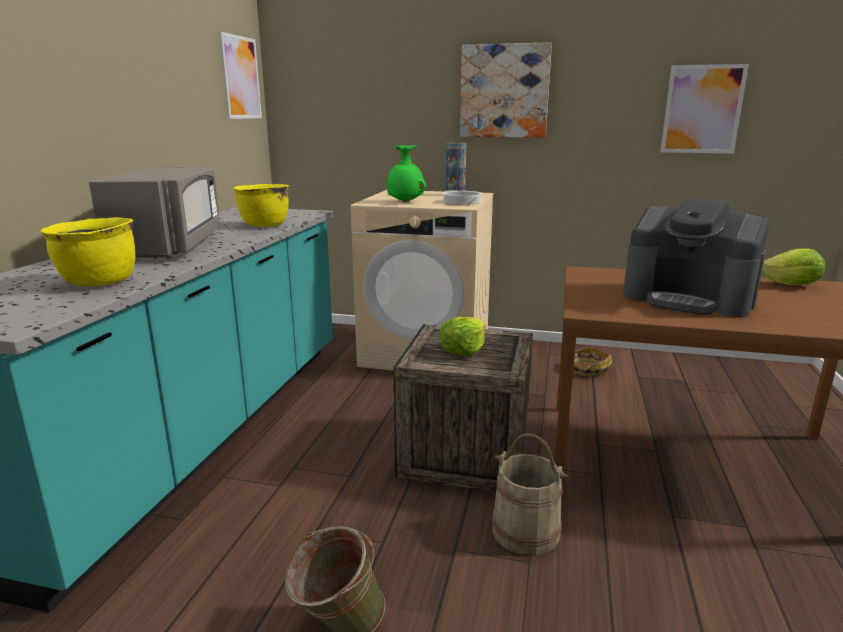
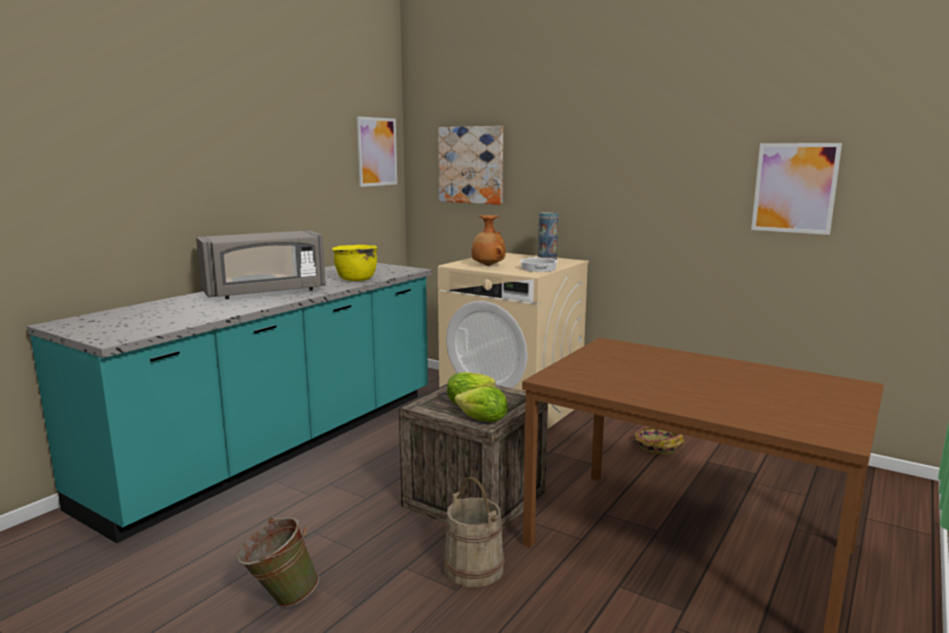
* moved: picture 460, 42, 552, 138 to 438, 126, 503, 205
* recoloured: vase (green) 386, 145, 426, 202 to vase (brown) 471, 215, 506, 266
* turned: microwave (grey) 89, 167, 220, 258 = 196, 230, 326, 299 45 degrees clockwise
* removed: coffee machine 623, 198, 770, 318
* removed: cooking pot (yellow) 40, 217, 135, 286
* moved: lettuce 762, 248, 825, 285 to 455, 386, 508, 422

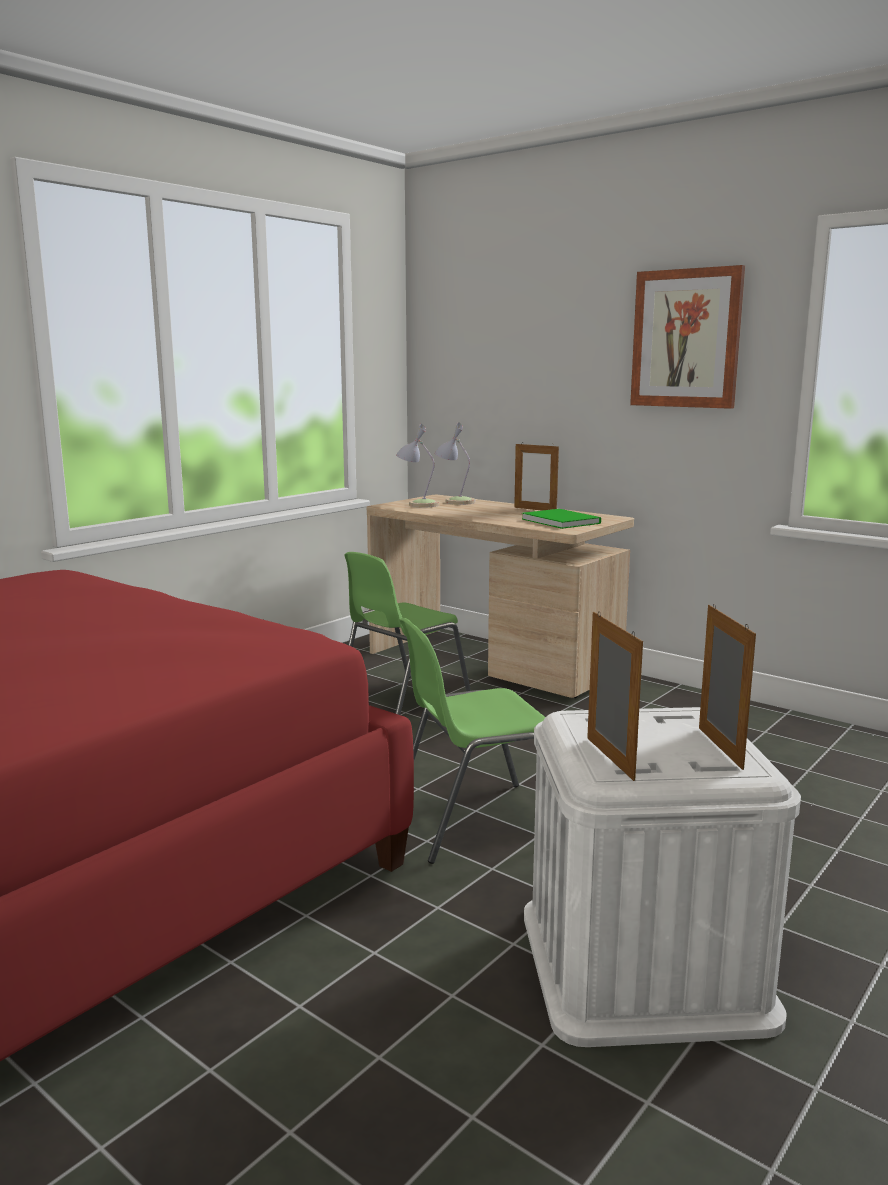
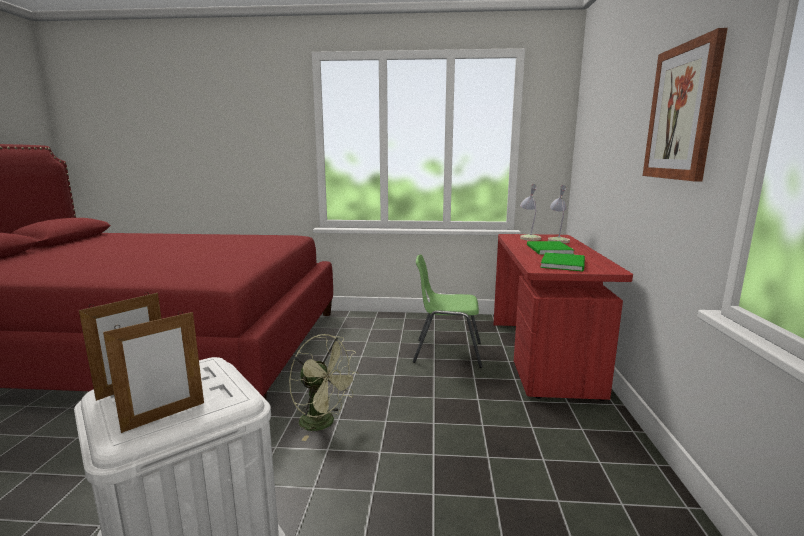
* removed: picture frame 514, 442, 559, 511
* recoloured: desk (beige) 367, 495, 634, 698 to desk (red) 493, 234, 633, 401
* replaced: chair (green) 399, 617, 546, 864 to fan (green) 289, 334, 359, 441
* added: book (green) 527, 241, 574, 255

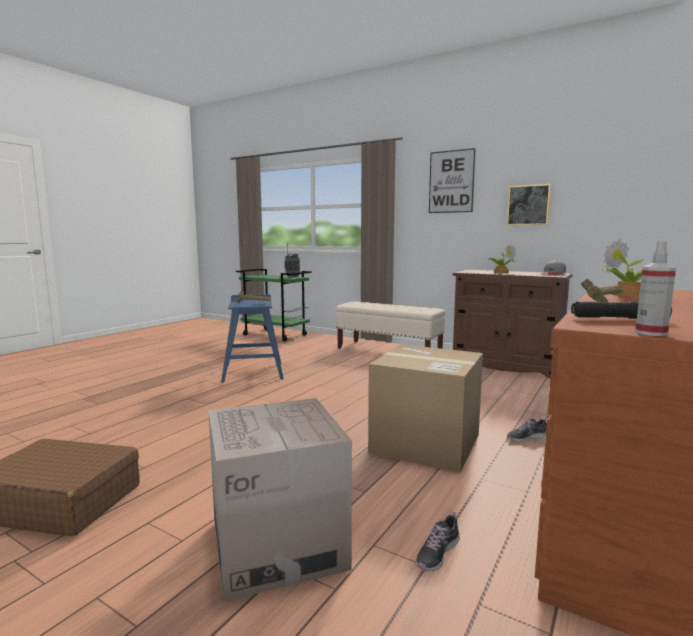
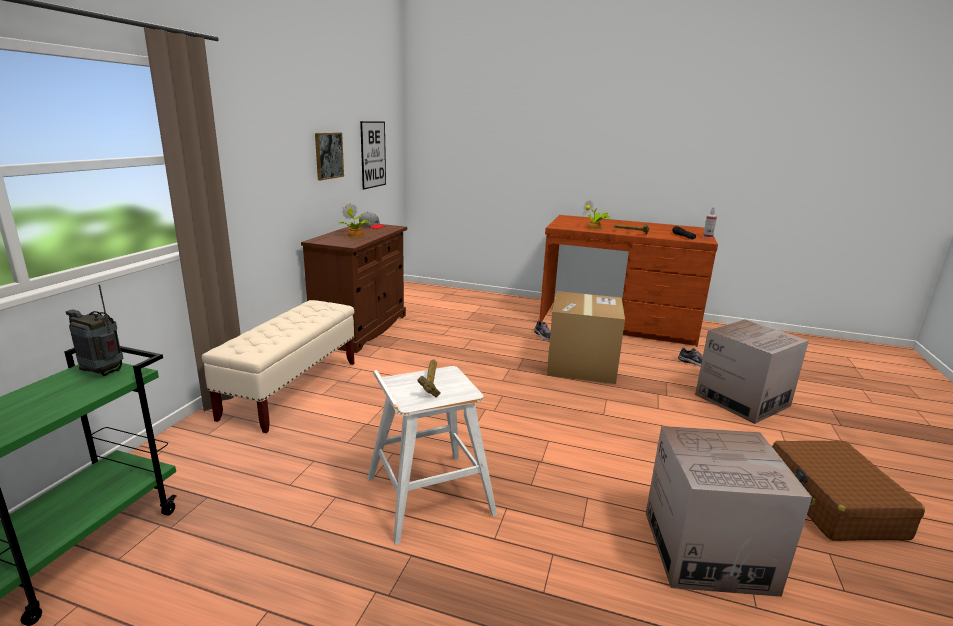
* moved: picture 429, 148, 476, 213 to 360, 121, 386, 189
* recoloured: stool (blue) 221, 294, 284, 383 to stool (white) 368, 366, 497, 545
* added: cardboard box 646, 426, 812, 597

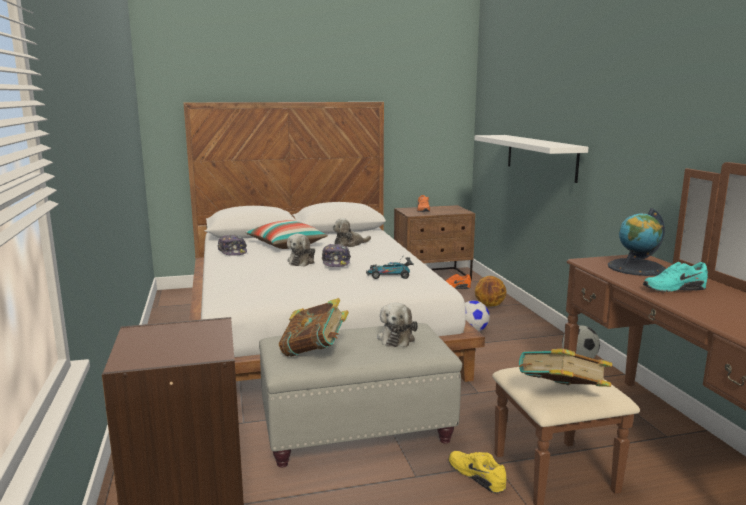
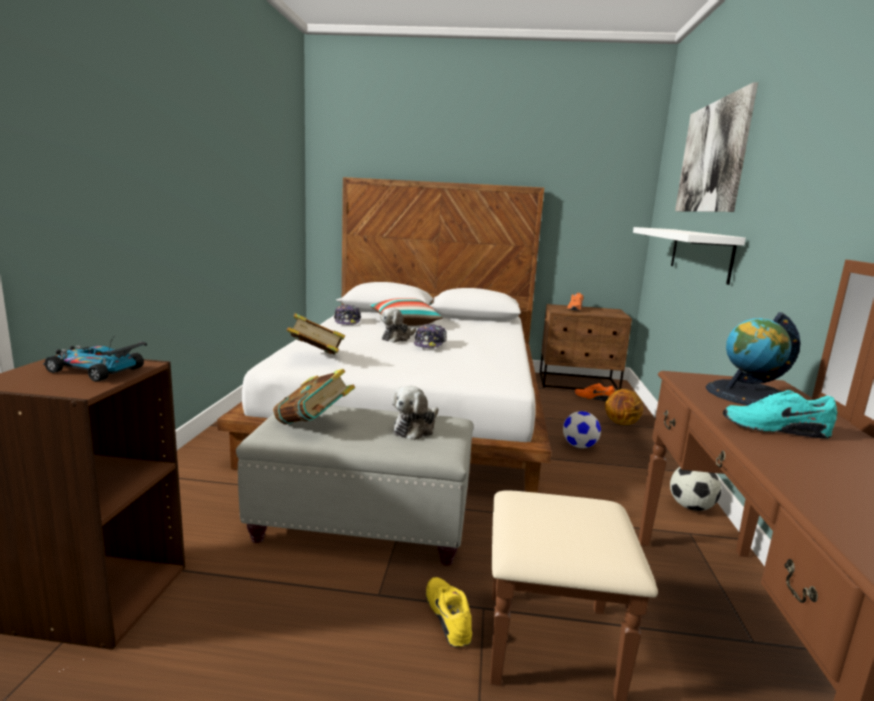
* removed: plush toy 333, 218, 371, 247
* moved: toy car 366, 257, 414, 279 to 43, 338, 147, 382
* moved: book 519, 349, 612, 387 to 287, 313, 345, 355
* added: picture 675, 82, 758, 212

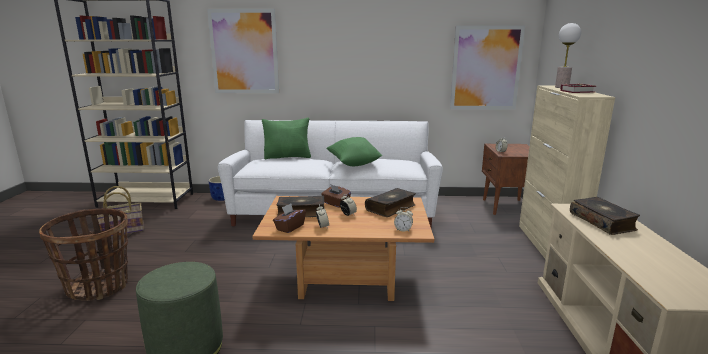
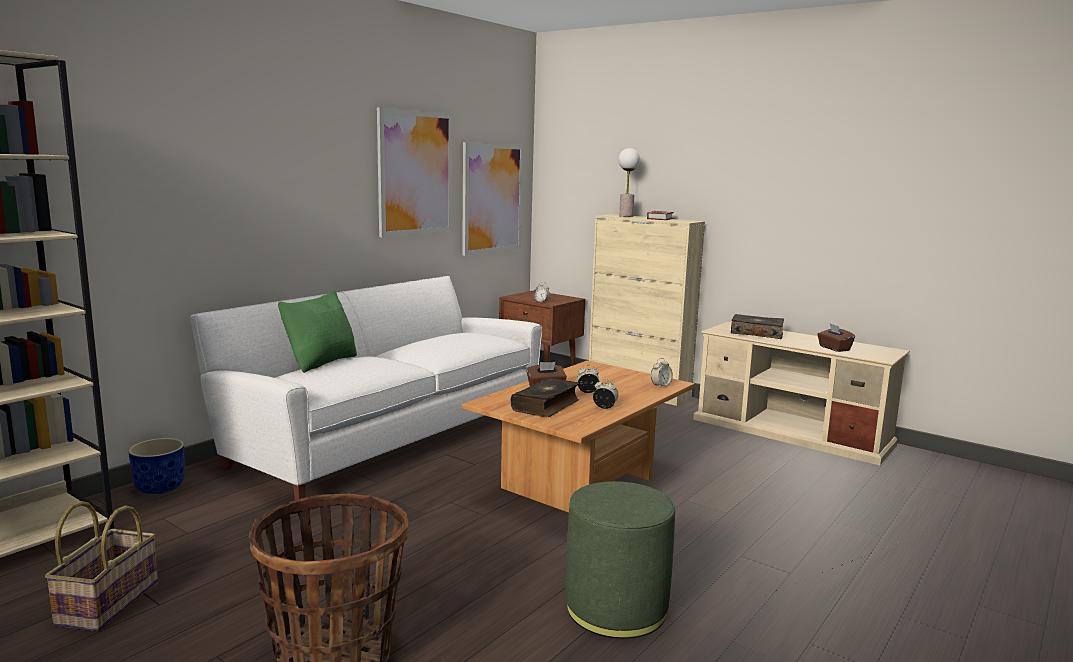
* moved: picture 207, 9, 279, 93 to 377, 107, 453, 237
* removed: pillow (green) 326, 137, 383, 166
* removed: book 365, 188, 416, 217
* moved: tissue box (brown) 273, 203, 306, 233 to 817, 324, 855, 352

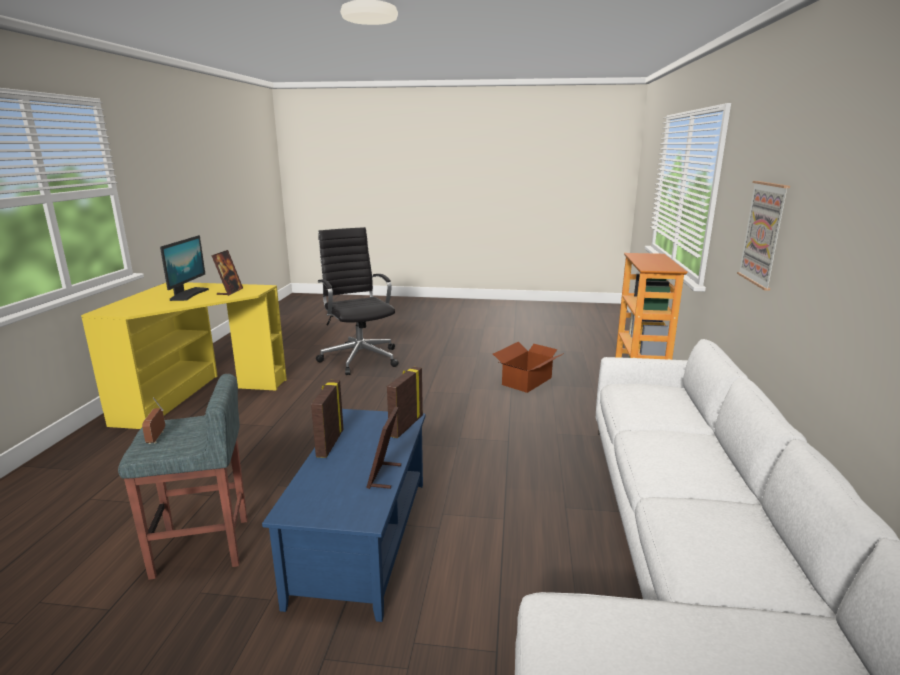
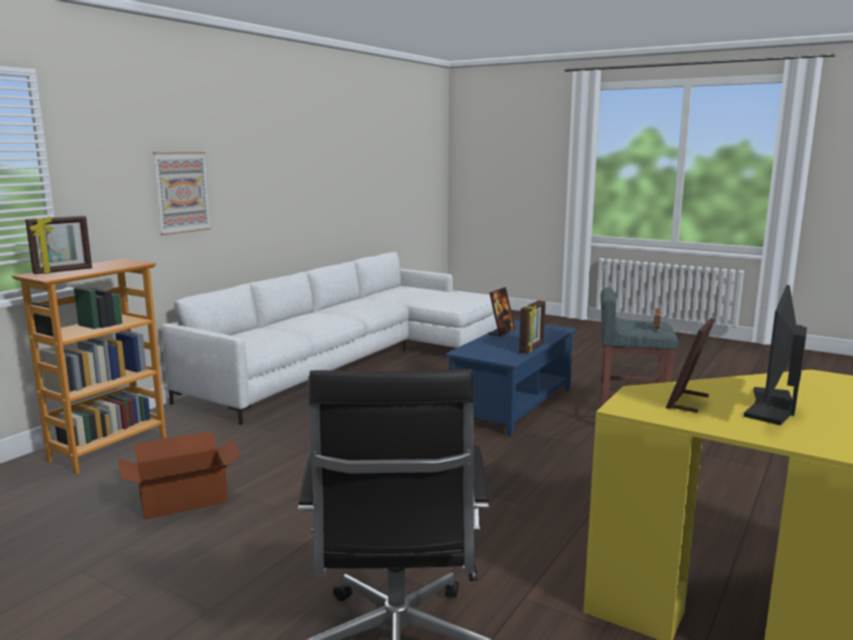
* moved: picture frame 387, 366, 423, 438 to 25, 216, 92, 274

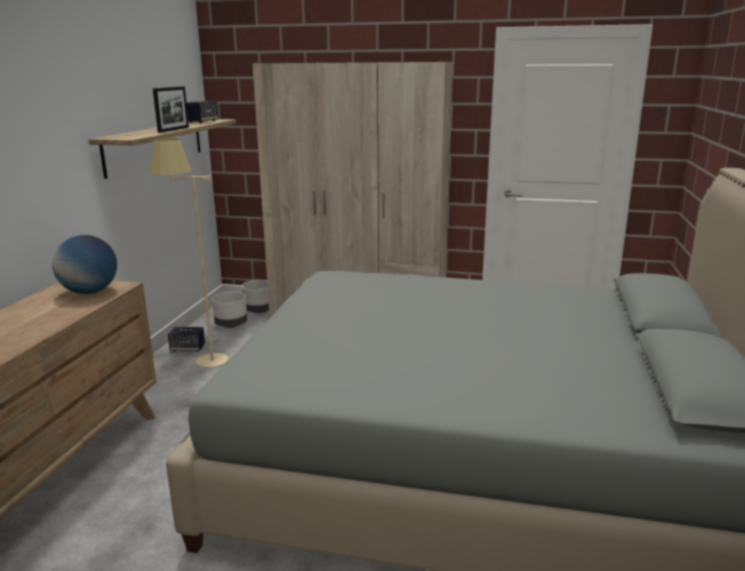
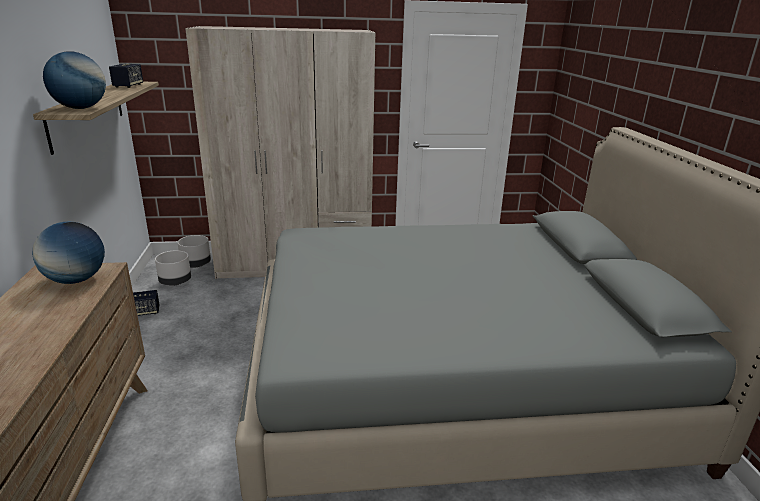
* removed: picture frame 153, 86, 189, 133
* removed: floor lamp (beige) 150, 138, 228, 368
* added: globe 43, 51, 106, 109

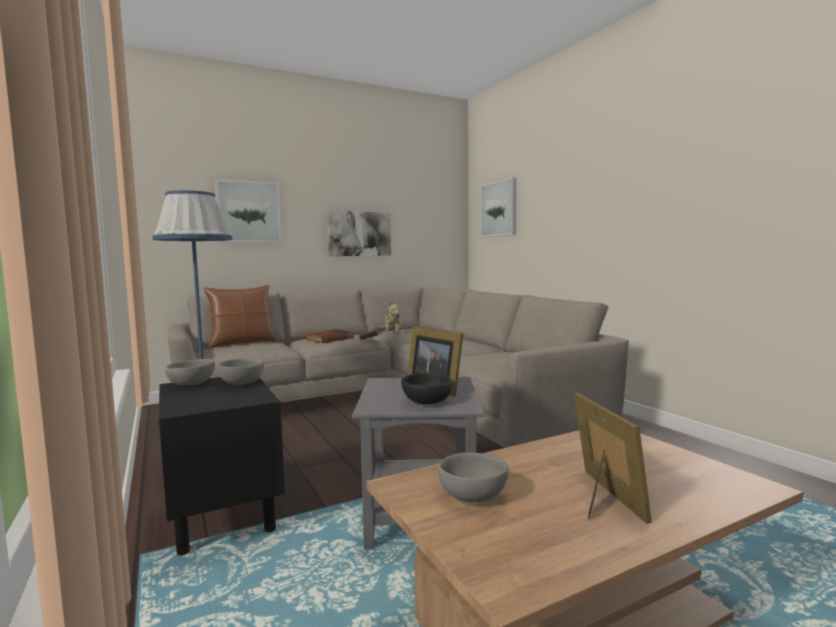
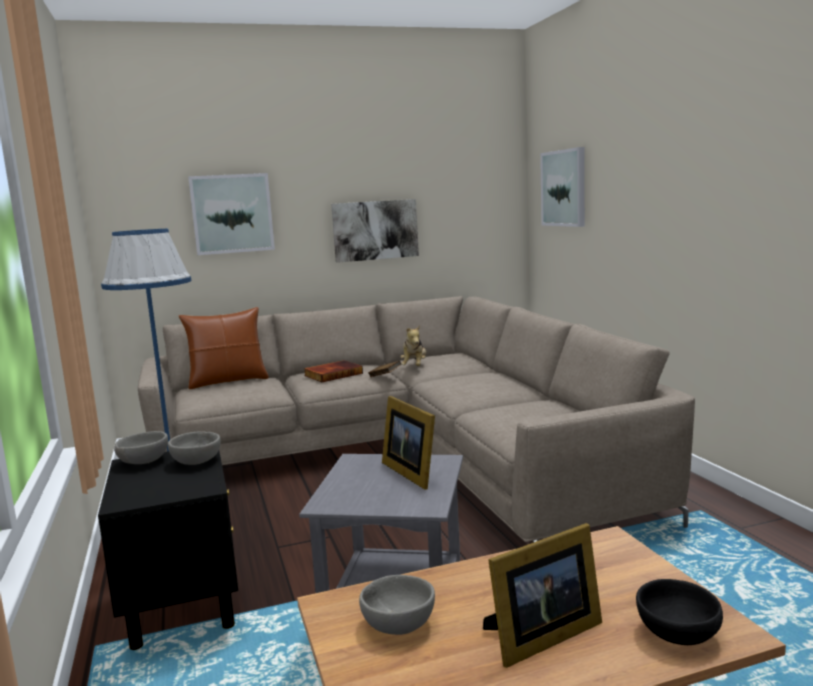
* moved: bowl (black) 401, 373, 452, 404 to 636, 579, 723, 645
* turned: picture frame 574, 393, 651, 524 = 483, 523, 602, 668 60 degrees clockwise

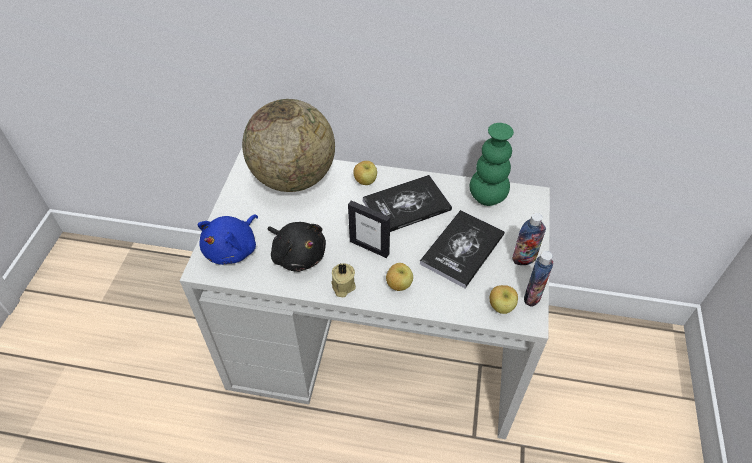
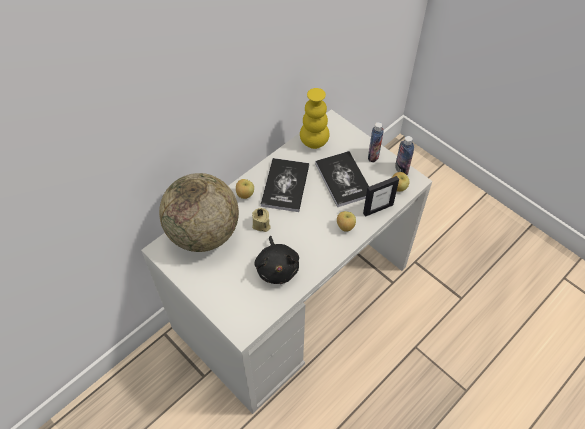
* recoloured: vase (green) 470, 123, 514, 206 to vase (yellow) 300, 88, 330, 149
* moved: picture frame 348, 200, 390, 258 to 363, 176, 399, 217
* removed: plush toy (blue) 198, 215, 258, 265
* turned: plush toy (black) 268, 222, 326, 272 = 254, 236, 299, 284 90 degrees clockwise
* moved: candle (beige) 331, 263, 356, 297 to 252, 208, 271, 232

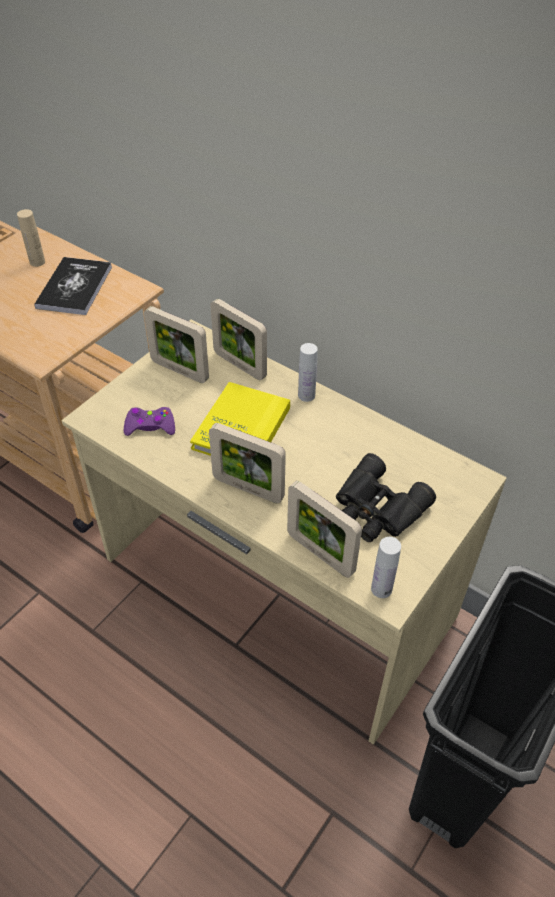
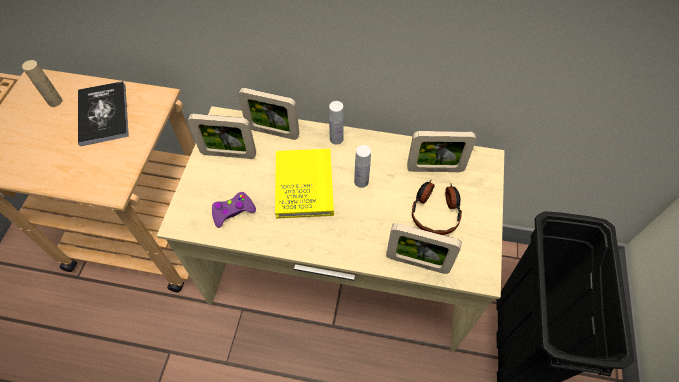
* moved: picture frame 209, 423, 286, 503 to 407, 131, 476, 172
* replaced: binoculars (black) 336, 453, 436, 542 to headphones 412, 180, 462, 235
* moved: bottle (white) 371, 537, 401, 598 to 354, 145, 371, 188

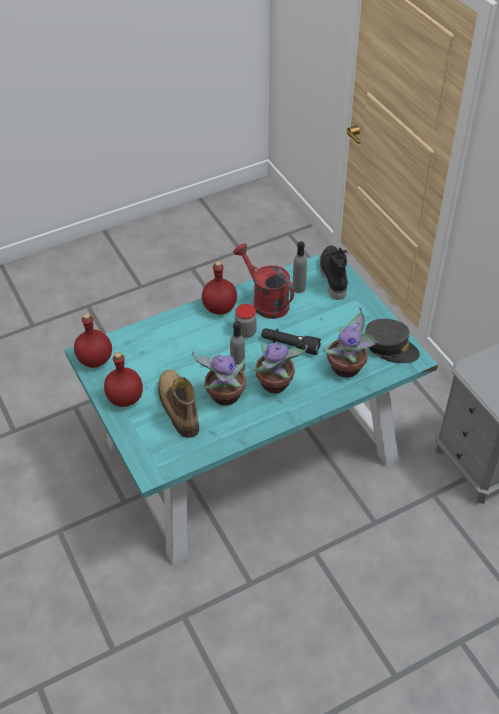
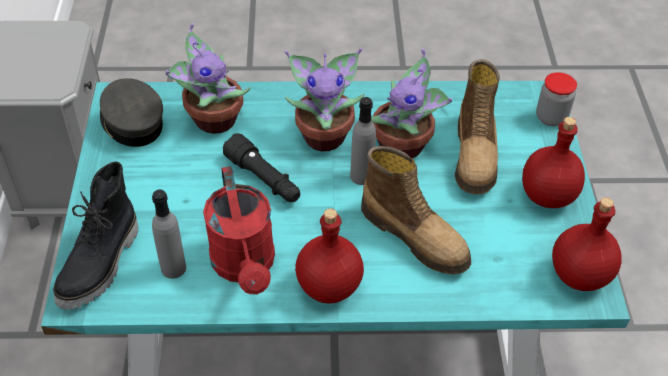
* moved: jar 235, 304, 257, 338 to 536, 72, 577, 126
* added: boot 361, 146, 471, 274

